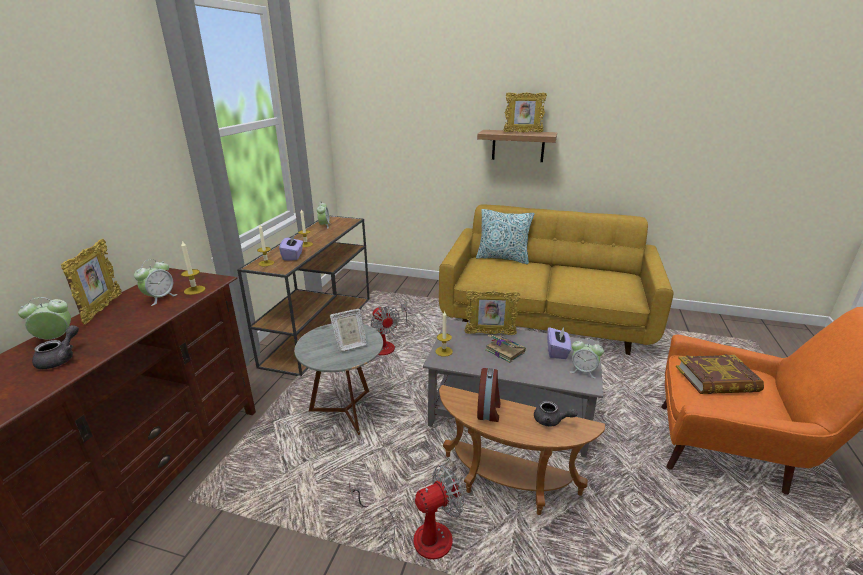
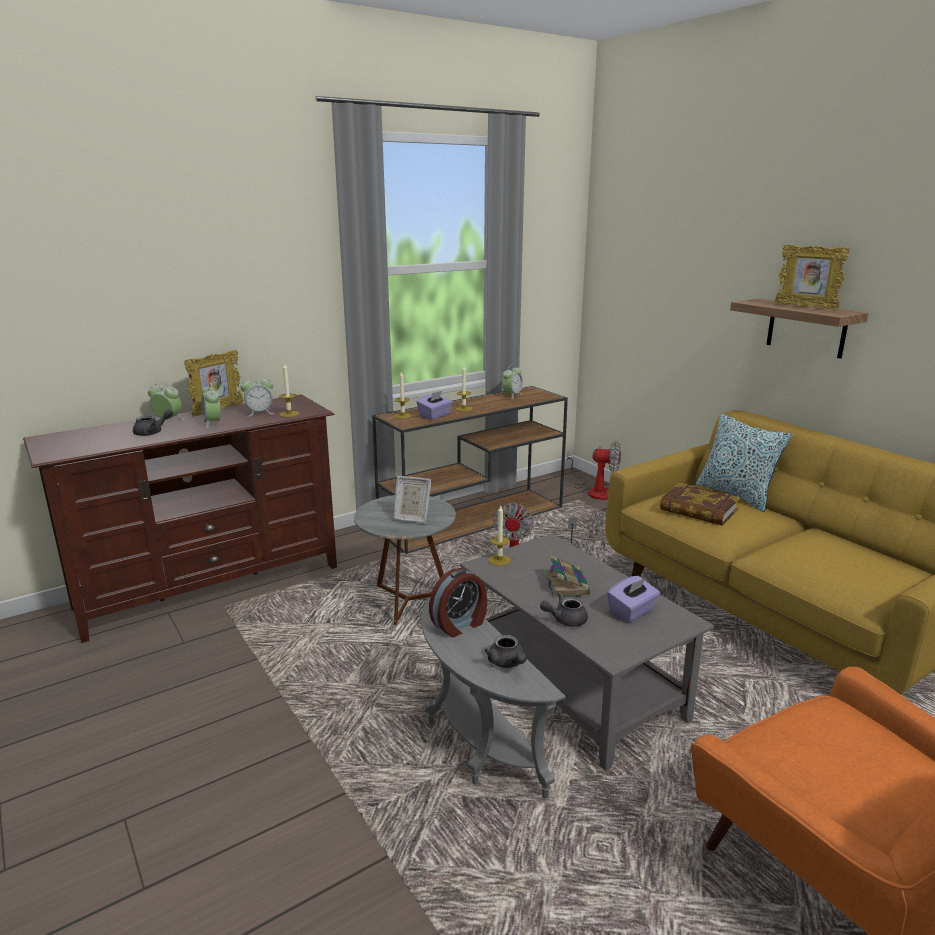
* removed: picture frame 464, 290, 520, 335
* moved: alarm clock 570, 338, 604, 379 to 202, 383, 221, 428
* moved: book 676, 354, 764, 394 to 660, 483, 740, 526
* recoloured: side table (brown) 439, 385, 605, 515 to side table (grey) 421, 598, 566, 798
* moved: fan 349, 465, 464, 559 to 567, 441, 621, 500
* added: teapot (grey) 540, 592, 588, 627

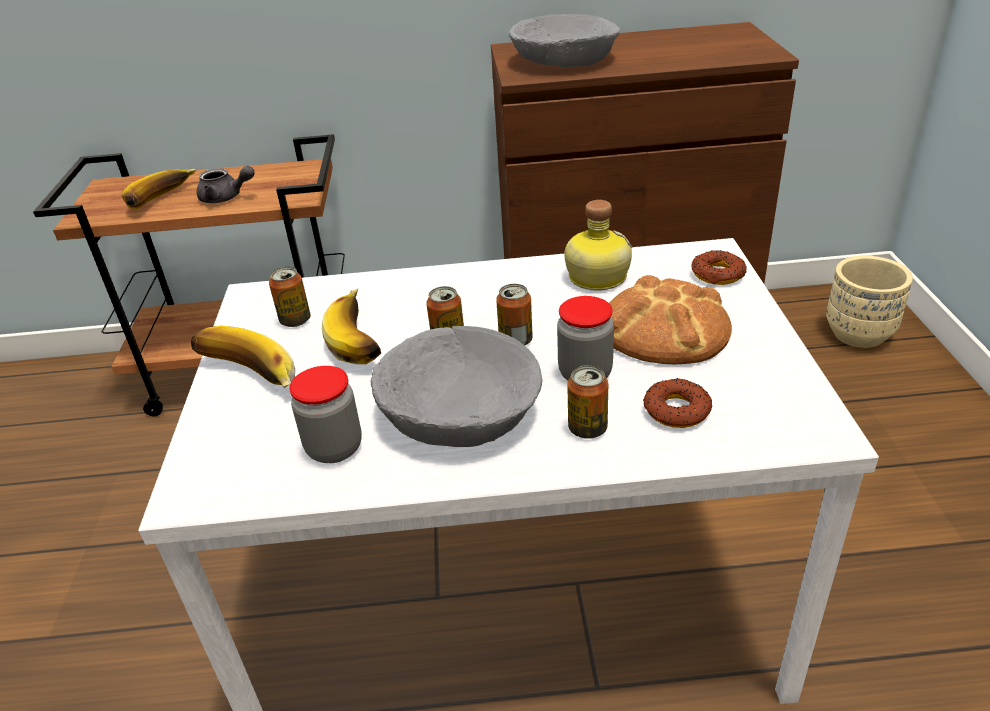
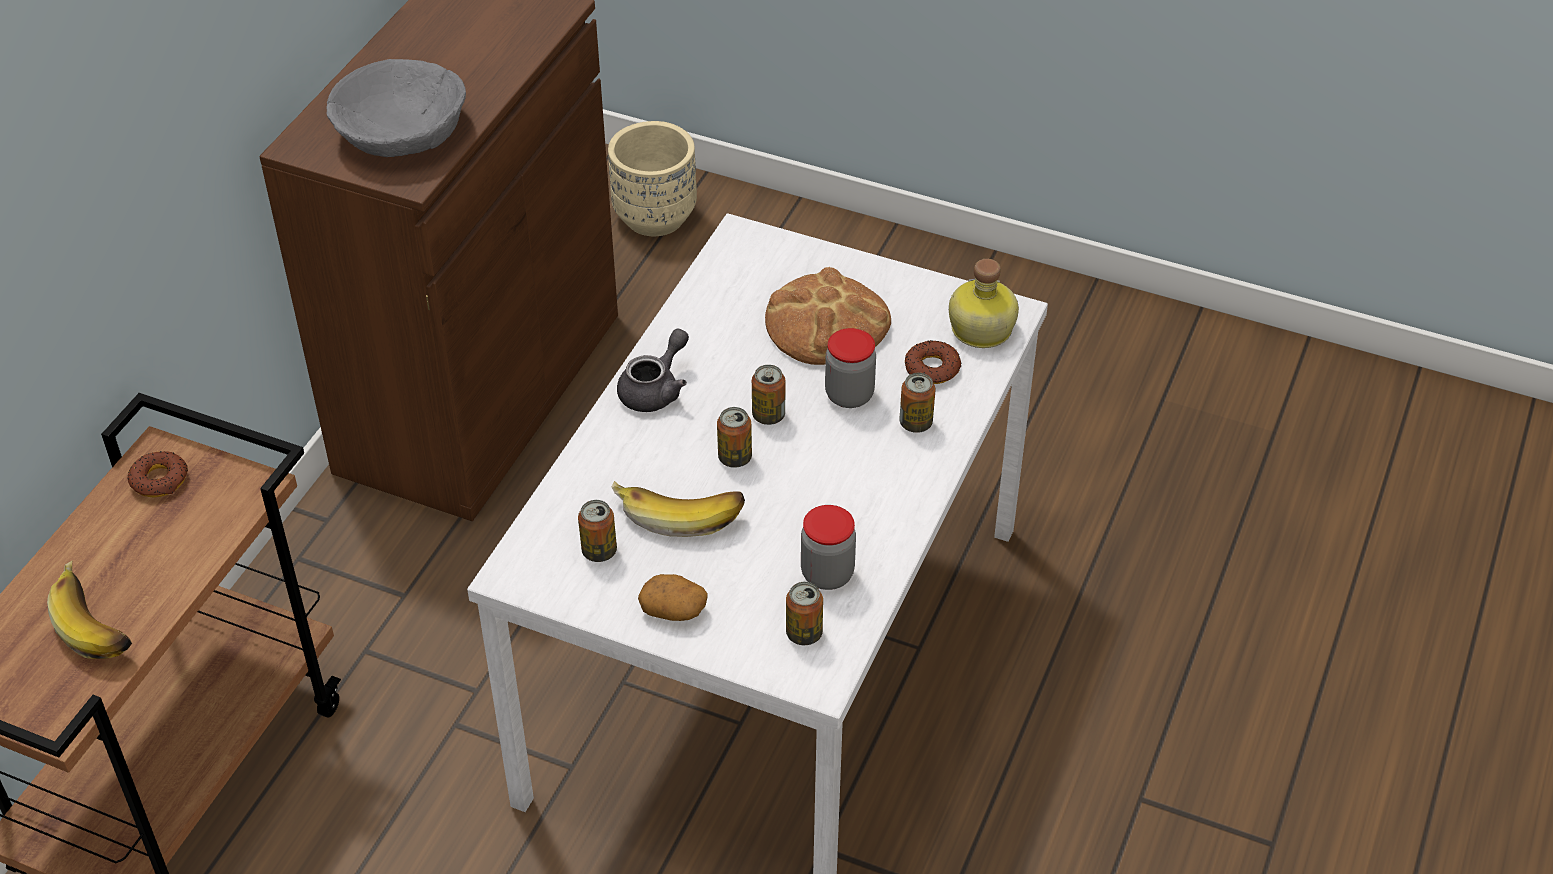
* moved: teapot (grey) 197, 166, 255, 203 to 617, 329, 689, 412
* moved: bottle 564, 200, 632, 291 to 949, 259, 1019, 348
* moved: donut 691, 250, 747, 285 to 127, 451, 188, 498
* replaced: banana 191, 326, 295, 389 to potato 638, 574, 708, 621
* removed: bowl (grey) 371, 326, 542, 447
* added: can 786, 582, 823, 645

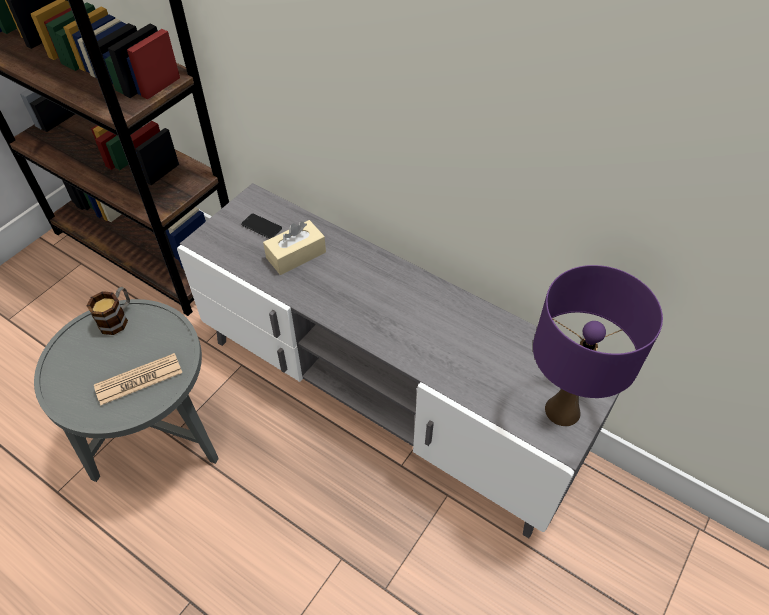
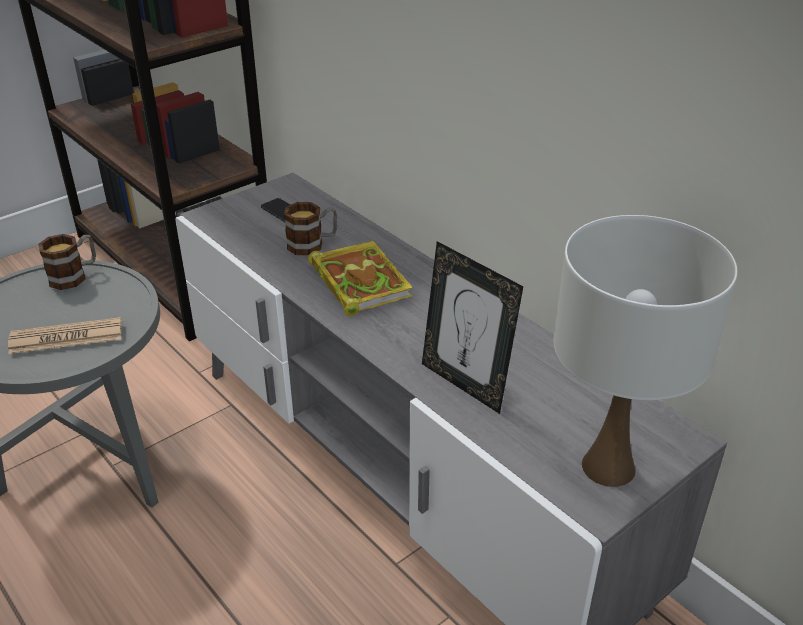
* replaced: tissue box (beige) 263, 220, 326, 275 to mug 284, 202, 337, 255
* recoloured: table lamp (purple) 533, 265, 663, 426 to table lamp (white) 553, 215, 737, 487
* added: book 308, 241, 413, 316
* added: picture frame 422, 241, 523, 414

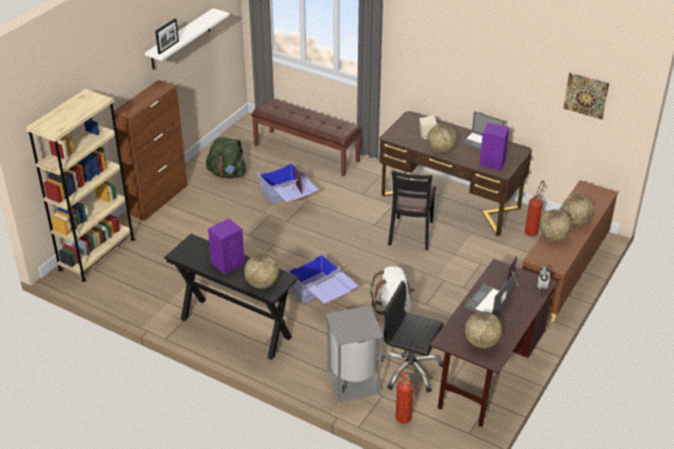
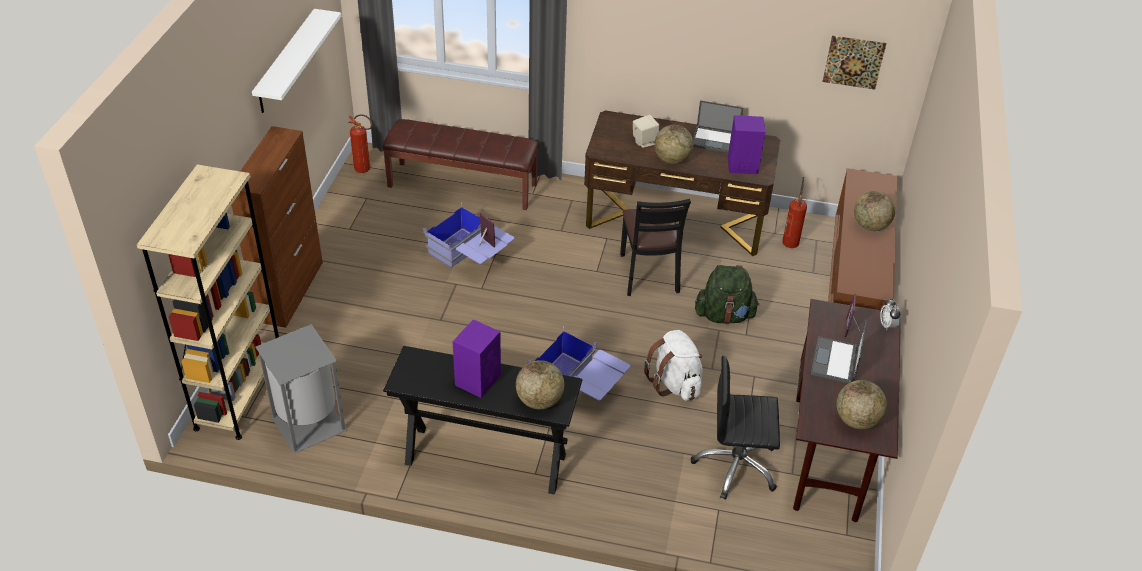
* removed: picture frame 155, 18, 179, 54
* moved: backpack (green) 206, 137, 246, 179 to 695, 265, 759, 324
* removed: globe 539, 209, 572, 241
* moved: trash can (grey) 326, 306, 384, 402 to 256, 324, 348, 454
* moved: fire extinguisher 396, 370, 420, 423 to 348, 114, 372, 173

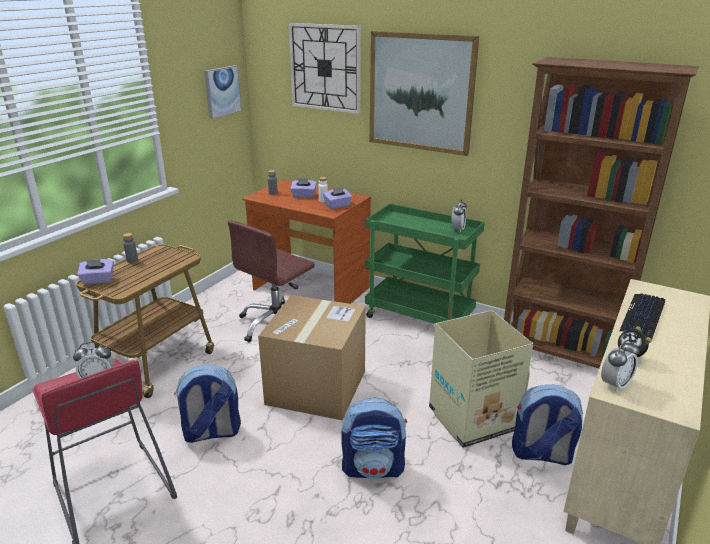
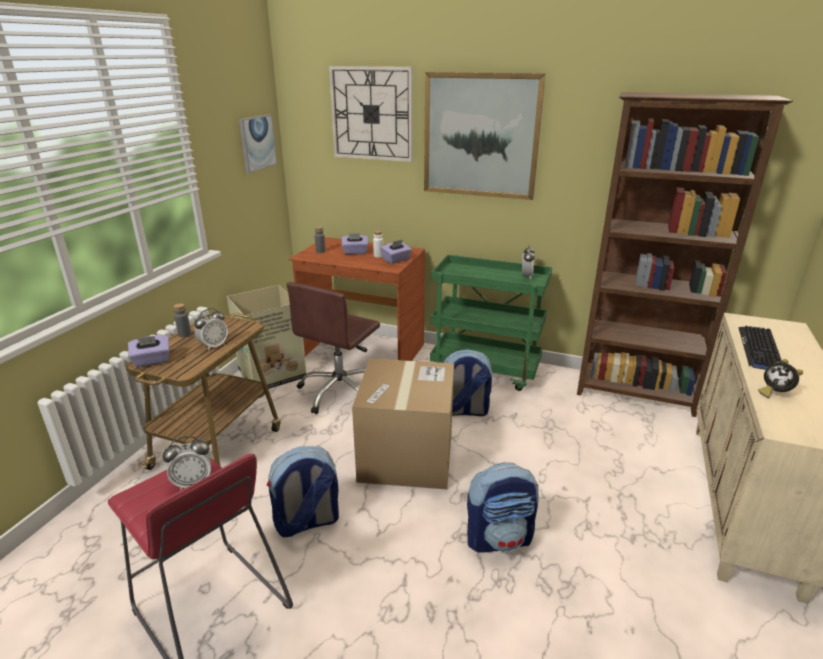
* moved: cardboard box 429, 310, 533, 448 to 227, 285, 306, 389
* moved: alarm clock 601, 339, 639, 393 to 194, 308, 228, 351
* moved: backpack 512, 385, 583, 465 to 444, 349, 492, 416

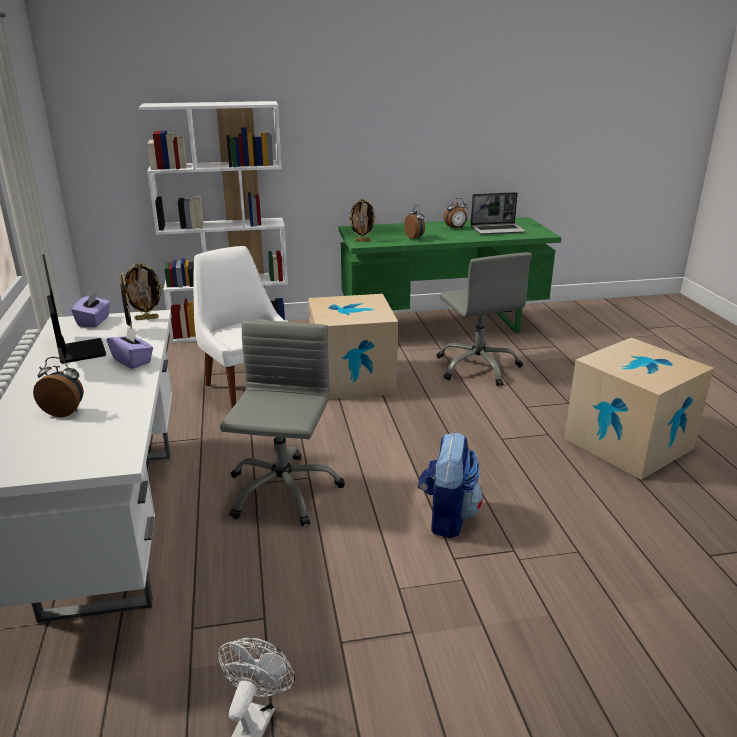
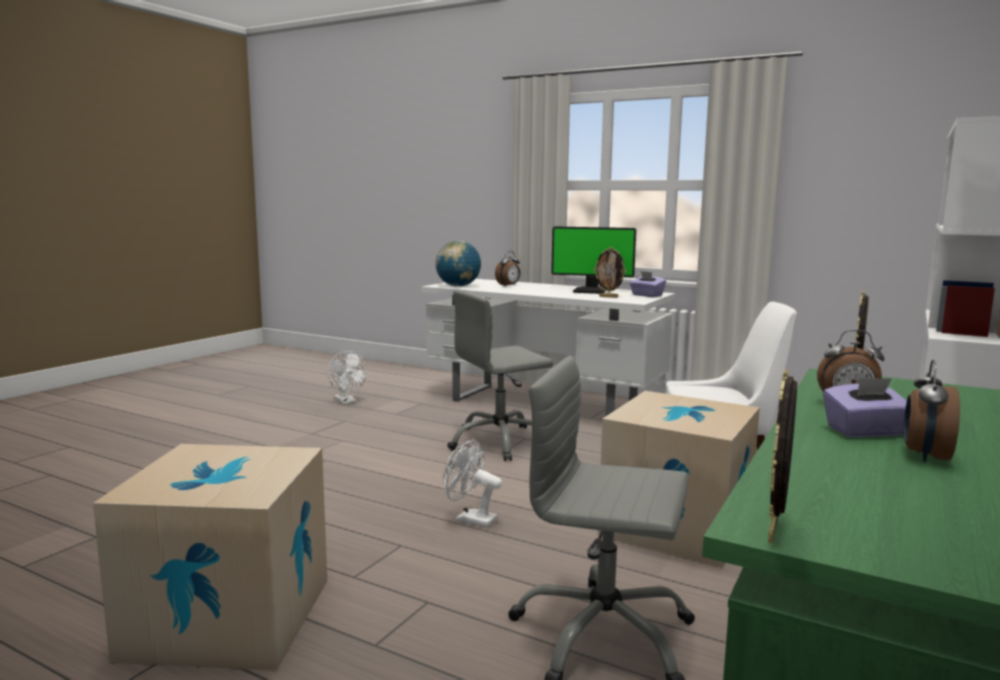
* removed: laptop 470, 192, 526, 235
* moved: picture frame 125, 262, 163, 320 to 768, 369, 797, 543
* turned: office chair (grey) 220, 320, 345, 526 = 447, 290, 553, 461 105 degrees clockwise
* moved: tissue box (purple) 107, 327, 153, 369 to 823, 378, 907, 437
* removed: backpack 418, 432, 483, 538
* added: globe 435, 241, 481, 287
* added: fan (white) 443, 440, 502, 528

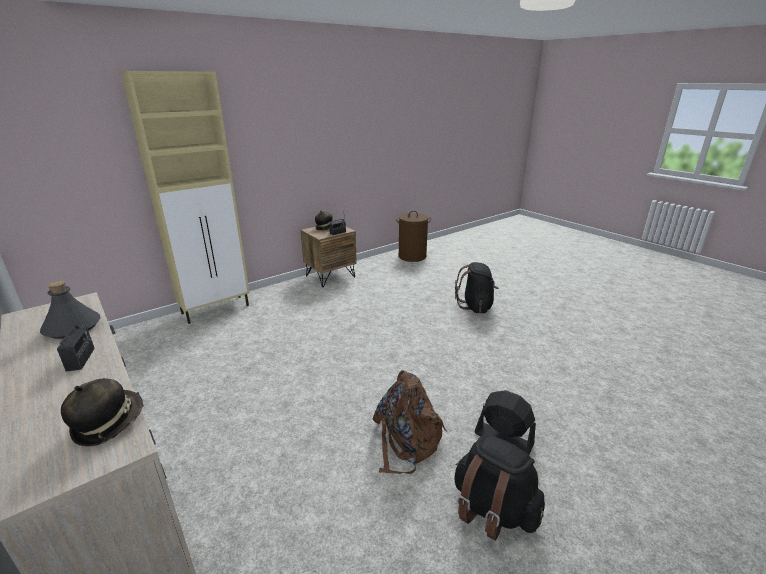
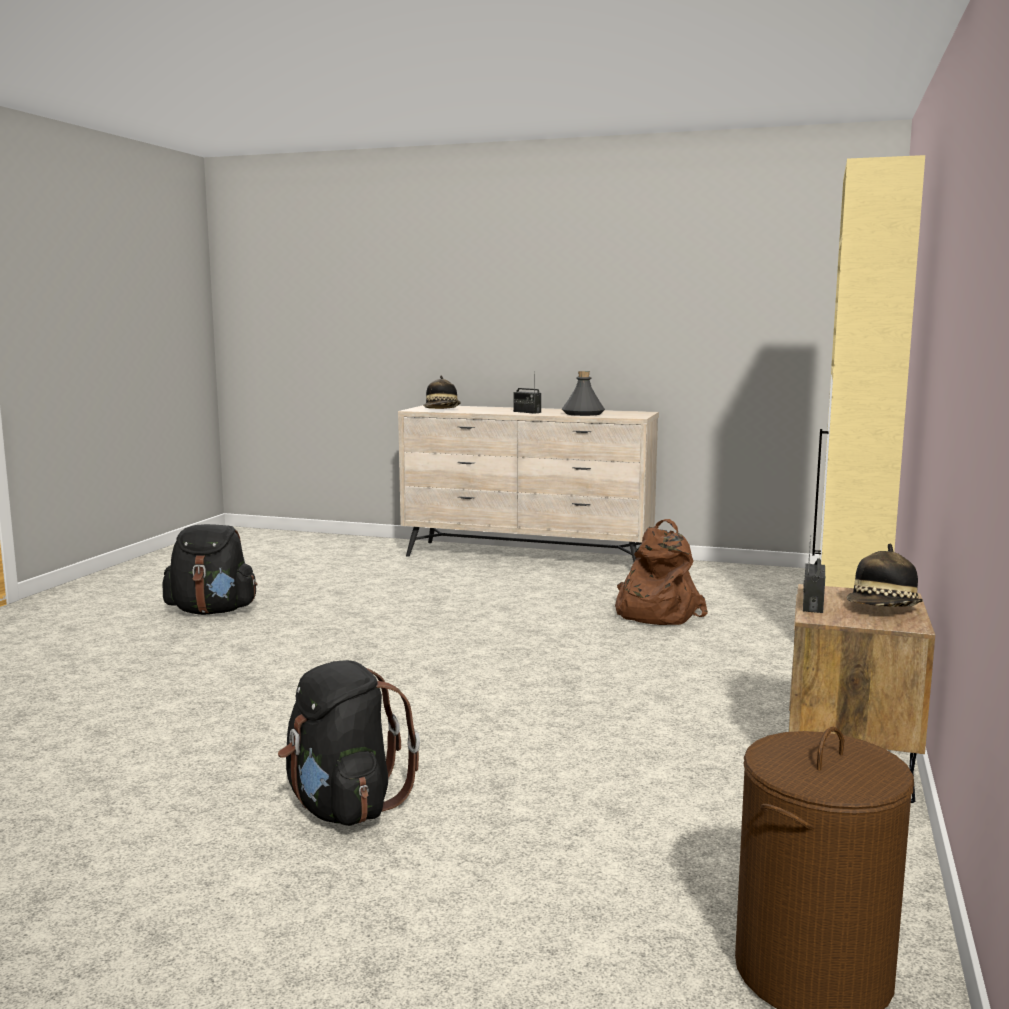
* moved: backpack (brown) 372, 370, 447, 474 to 615, 519, 708, 625
* removed: fan (black) 474, 390, 536, 455

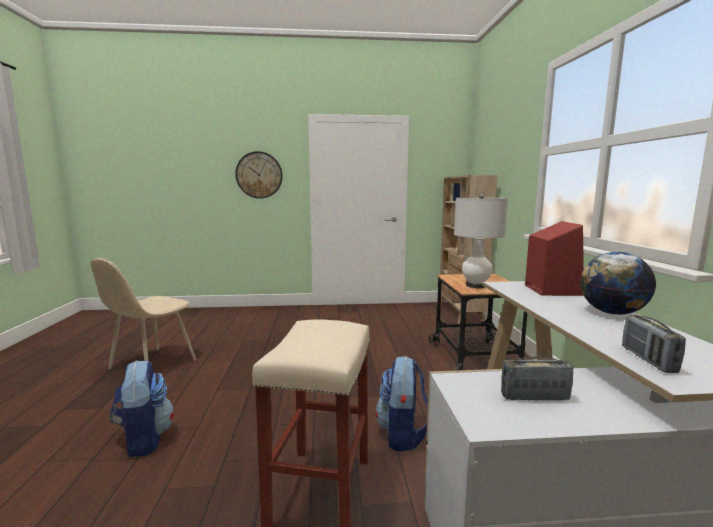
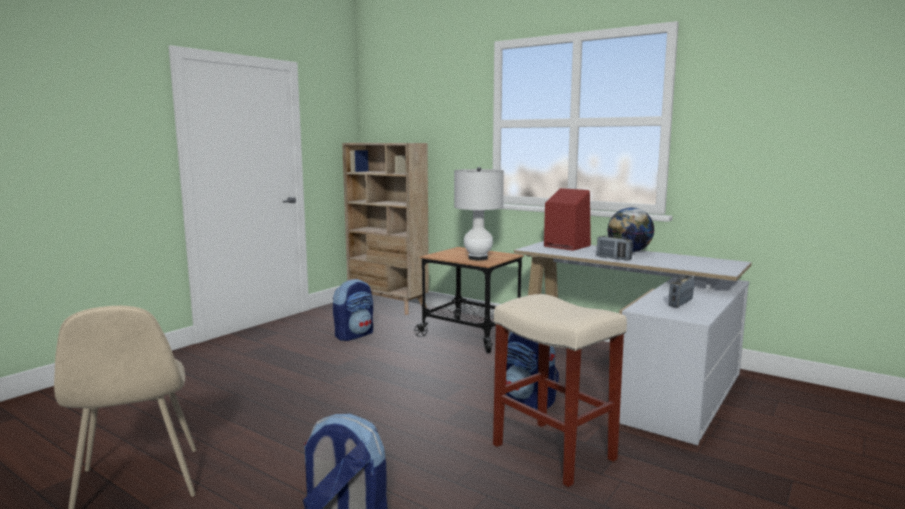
* removed: wall clock 235, 151, 283, 199
* moved: radio 622, 315, 686, 373 to 597, 235, 633, 261
* added: backpack 333, 279, 373, 341

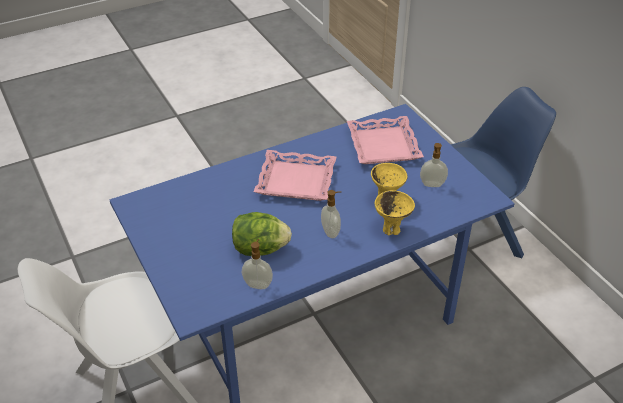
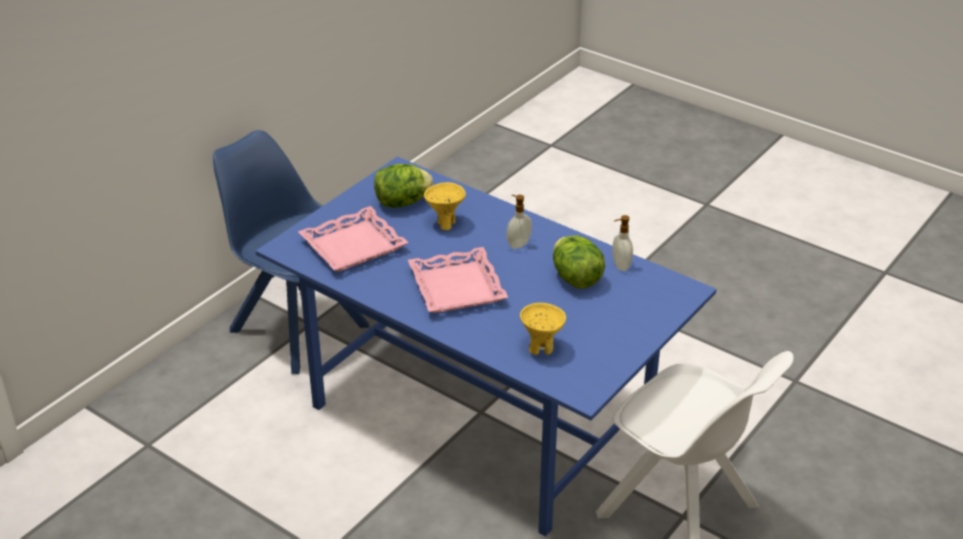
* replaced: soap dispenser 420, 143, 448, 187 to lettuce 374, 164, 433, 208
* moved: bowl (yellow) 375, 190, 415, 236 to 520, 303, 566, 355

